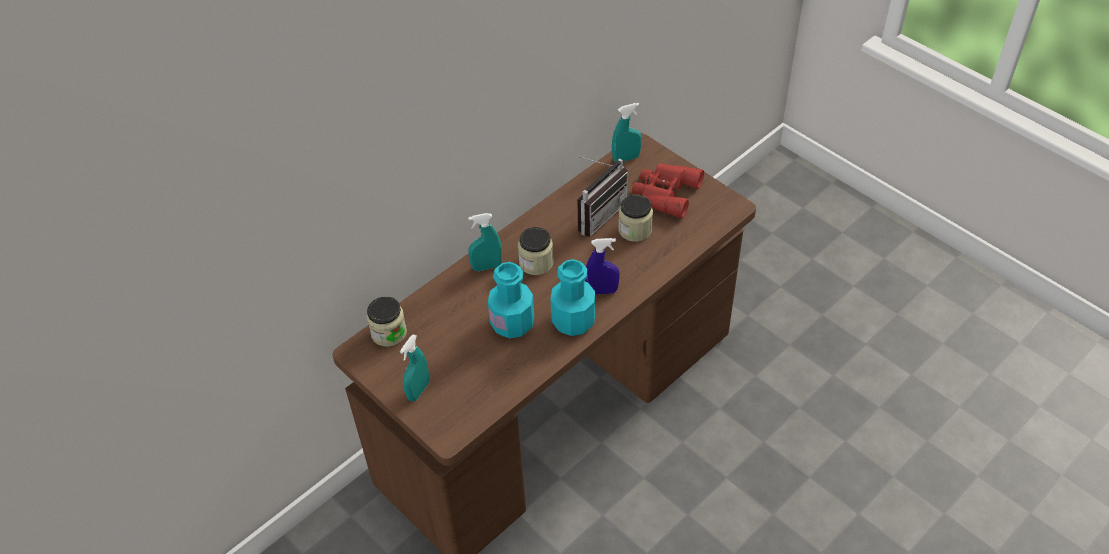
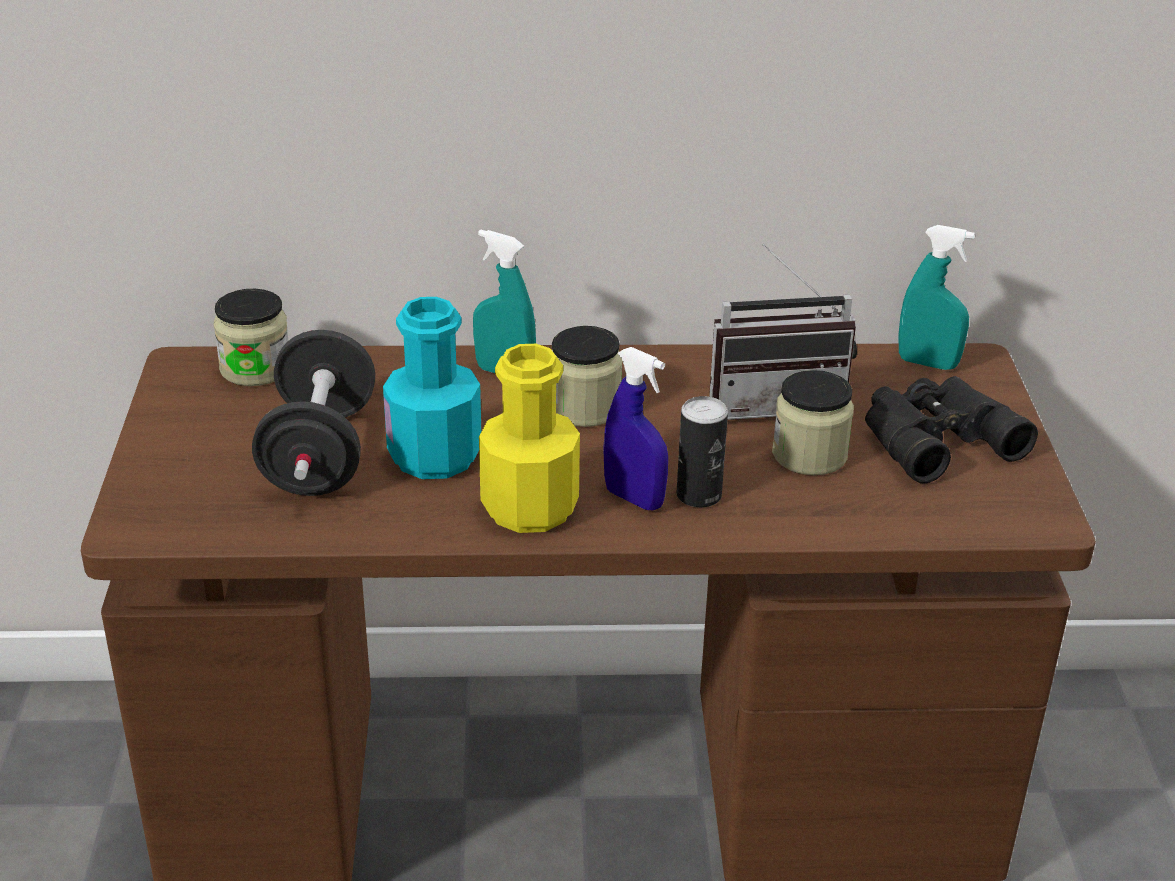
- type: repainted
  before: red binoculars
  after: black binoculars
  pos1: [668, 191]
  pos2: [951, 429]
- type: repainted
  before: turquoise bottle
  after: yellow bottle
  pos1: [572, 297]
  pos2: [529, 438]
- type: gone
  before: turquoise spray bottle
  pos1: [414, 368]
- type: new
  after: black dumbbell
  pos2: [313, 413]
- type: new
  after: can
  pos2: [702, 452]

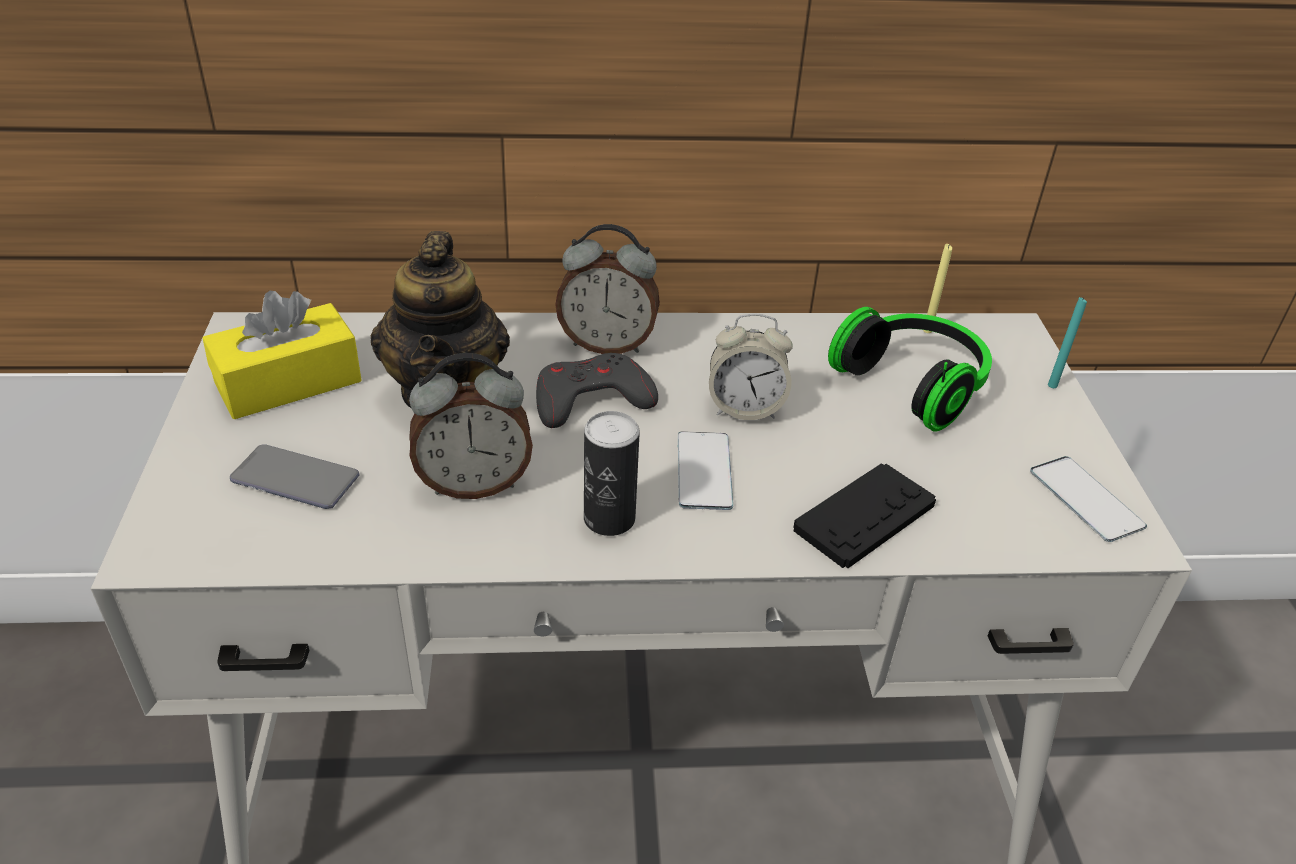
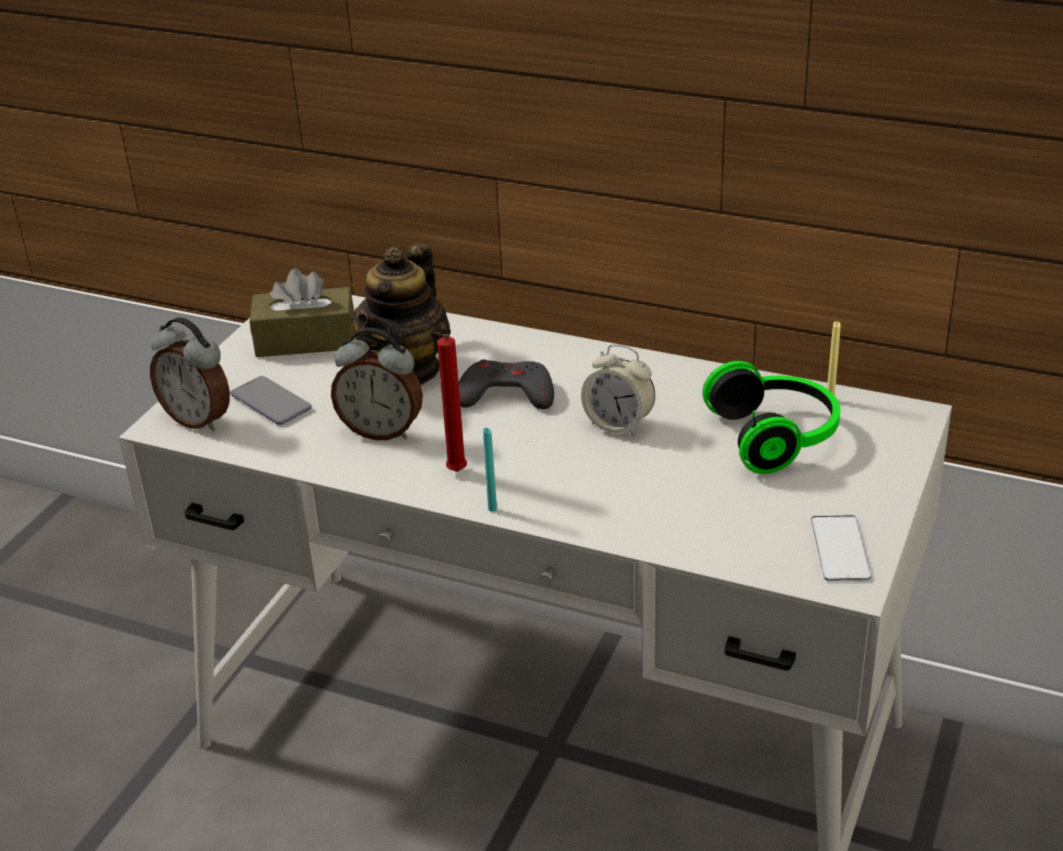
- type: shifted
  before: alarm clock
  pos1: [607, 289]
  pos2: [190, 374]
- type: repainted
  before: yellow tissue box
  after: brown tissue box
  pos1: [282, 355]
  pos2: [301, 312]
- type: shifted
  before: turquoise candle
  pos1: [1067, 342]
  pos2: [490, 470]
- type: swapped
  before: can
  after: red candle
  pos1: [612, 473]
  pos2: [452, 403]
- type: gone
  before: phone
  pos1: [705, 470]
- type: gone
  before: black game controller
  pos1: [864, 515]

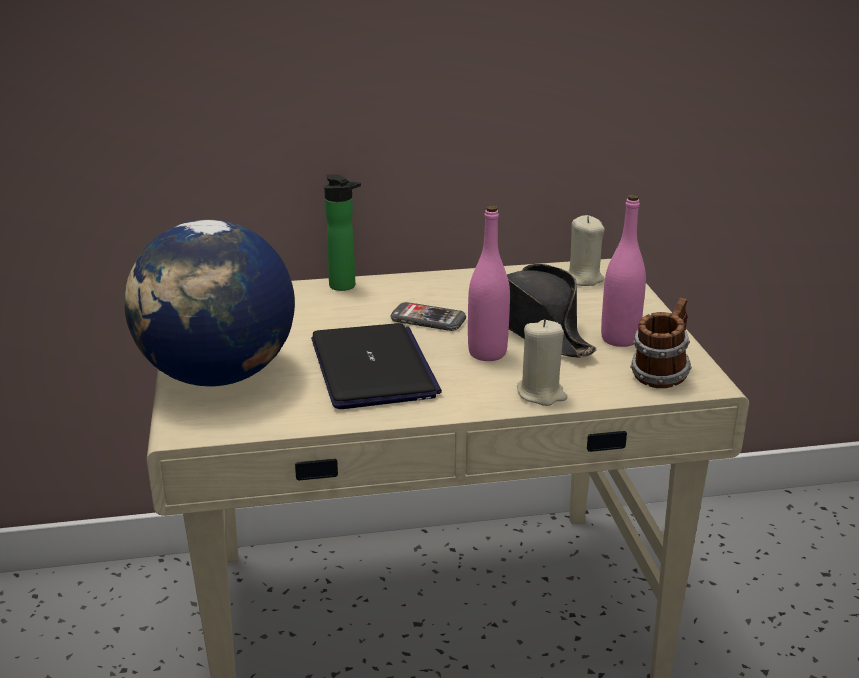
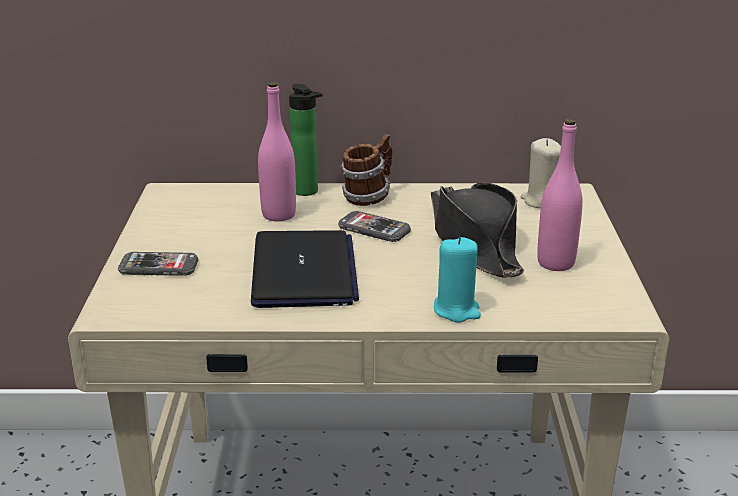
- type: shifted
  before: pink bottle
  pos1: [489, 283]
  pos2: [277, 152]
- type: swapped
  before: globe
  after: phone
  pos1: [210, 303]
  pos2: [158, 264]
- type: shifted
  before: mug
  pos1: [661, 343]
  pos2: [366, 170]
- type: repainted
  before: beige candle
  after: turquoise candle
  pos1: [542, 362]
  pos2: [457, 280]

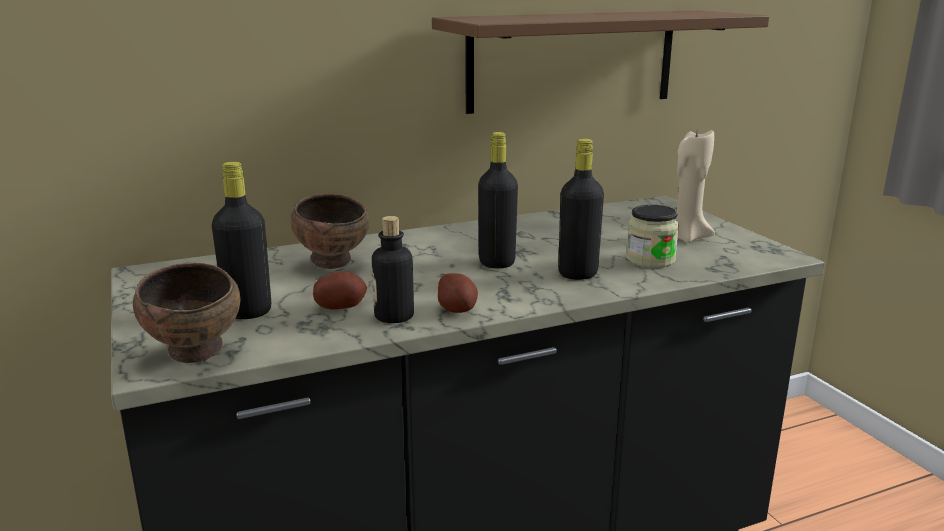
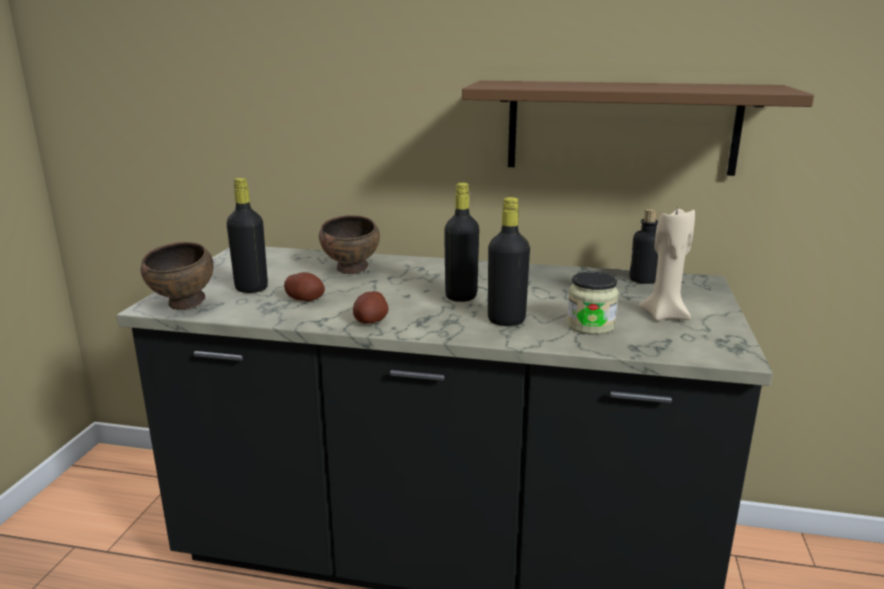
- type: shifted
  before: bottle
  pos1: [393, 269]
  pos2: [643, 246]

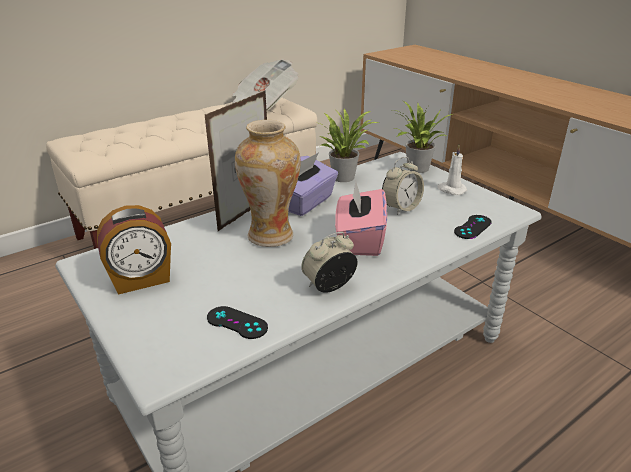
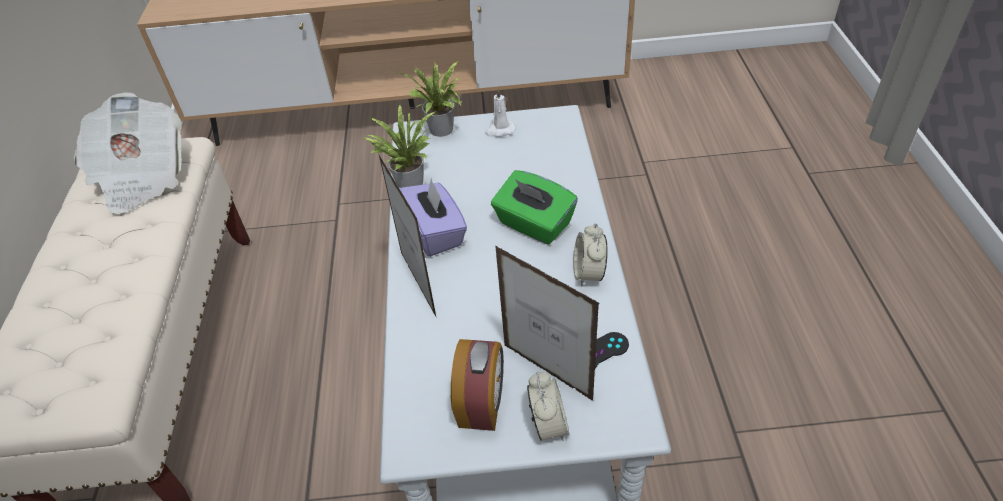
- type: gone
  before: vase
  pos1: [268, 183]
- type: shifted
  before: alarm clock
  pos1: [403, 186]
  pos2: [548, 406]
- type: repainted
  before: pink tissue box
  after: green tissue box
  pos1: [361, 218]
  pos2: [534, 207]
- type: gone
  before: black game controller
  pos1: [473, 227]
- type: new
  after: picture frame
  pos2: [547, 323]

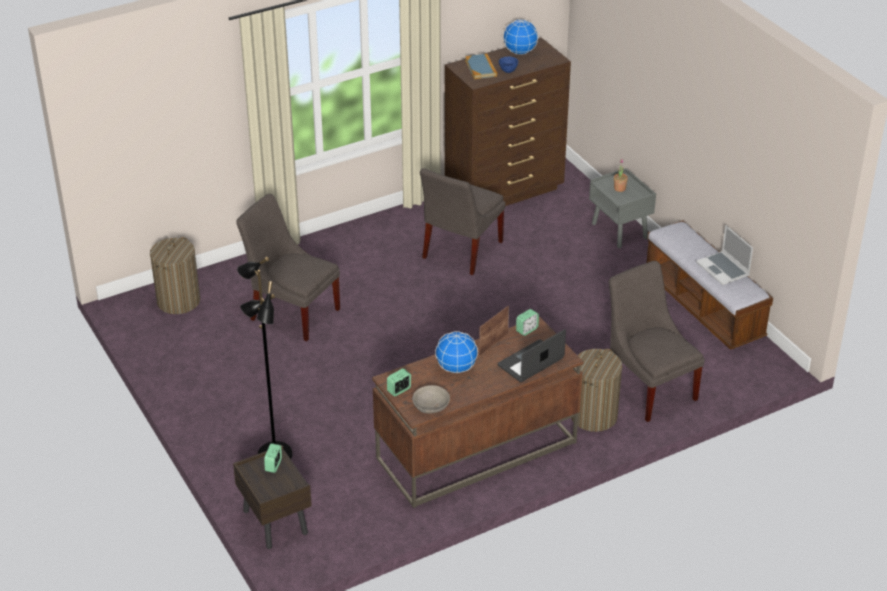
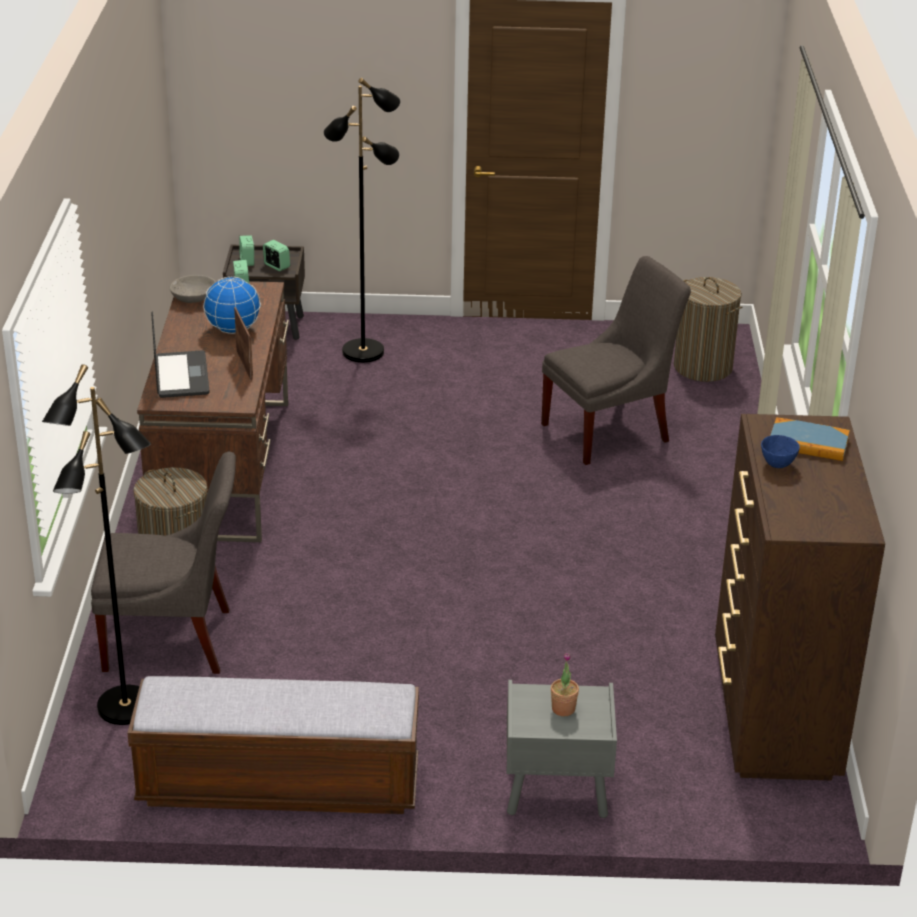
- type: gone
  before: globe
  pos1: [520, 37]
- type: gone
  before: grey chair
  pos1: [462, 221]
- type: gone
  before: laptop
  pos1: [724, 255]
- type: shifted
  before: alarm clock
  pos1: [527, 322]
  pos2: [246, 250]
- type: new
  after: black floor lamp
  pos2: [96, 544]

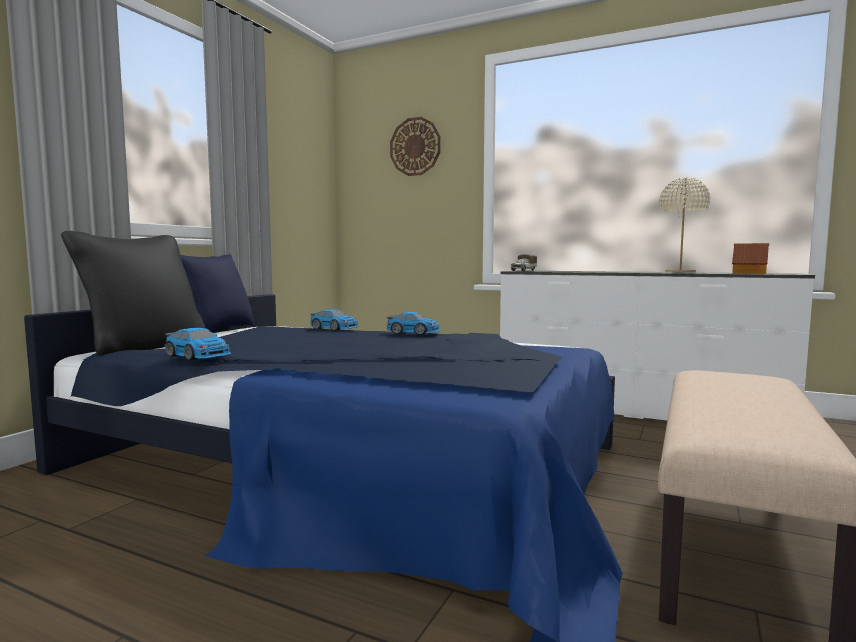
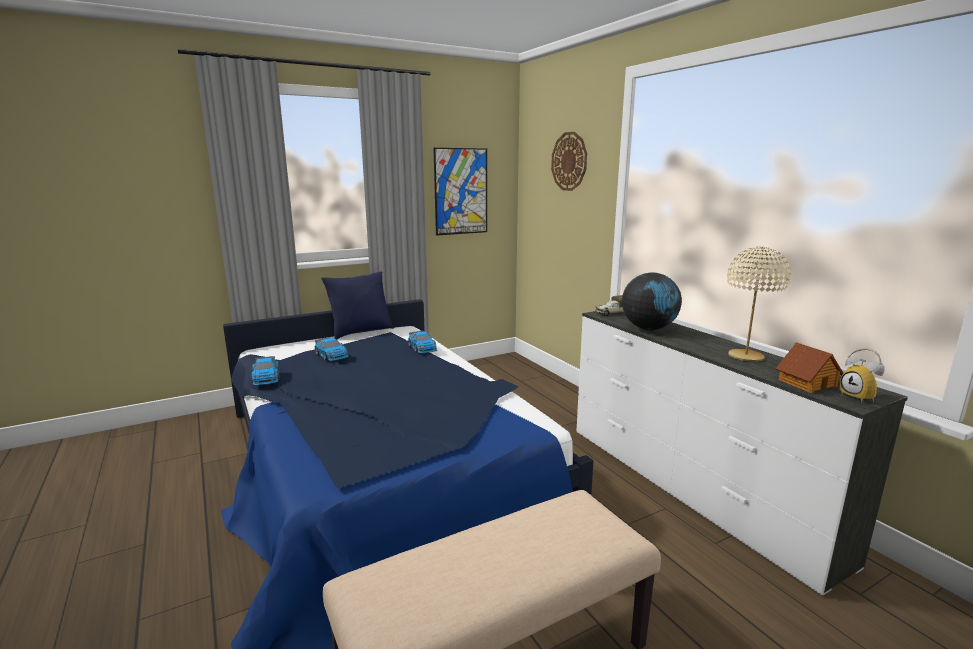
- type: gone
  before: black pillow
  pos1: [133, 293]
- type: shifted
  before: toy car
  pos1: [413, 323]
  pos2: [332, 349]
- type: new
  after: picture
  pos2: [460, 192]
- type: new
  after: globe
  pos2: [652, 302]
- type: new
  after: alarm clock
  pos2: [862, 375]

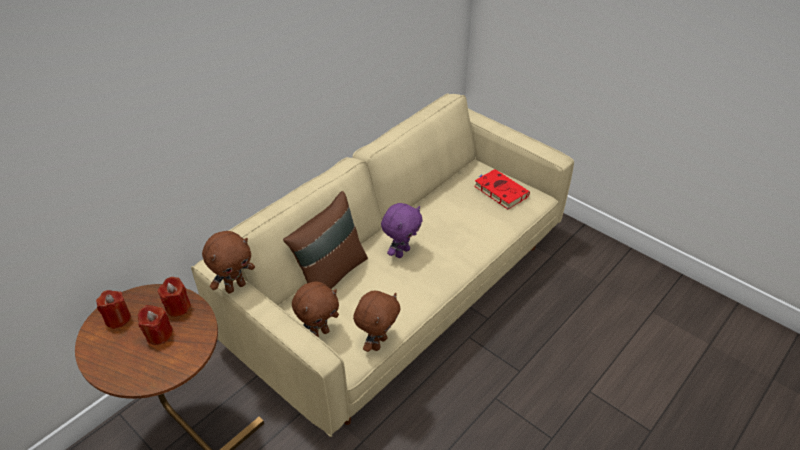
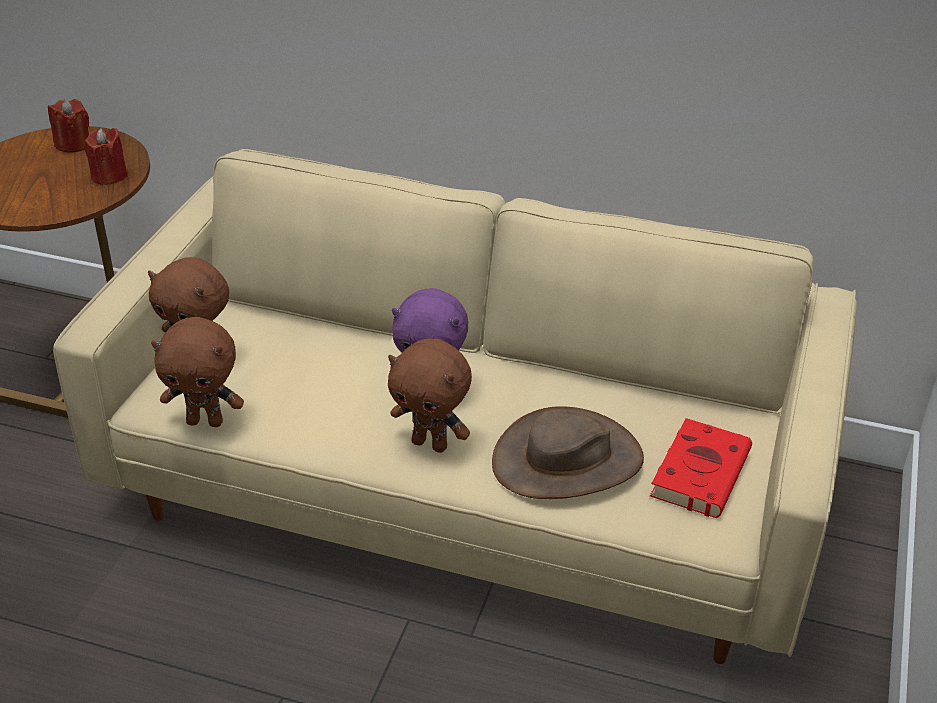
- type: gone
  before: brown pillow
  pos1: [325, 240]
- type: shifted
  before: brown plush toy
  pos1: [228, 262]
  pos2: [430, 395]
- type: gone
  before: red candle
  pos1: [155, 325]
- type: new
  after: brown hat
  pos2: [568, 452]

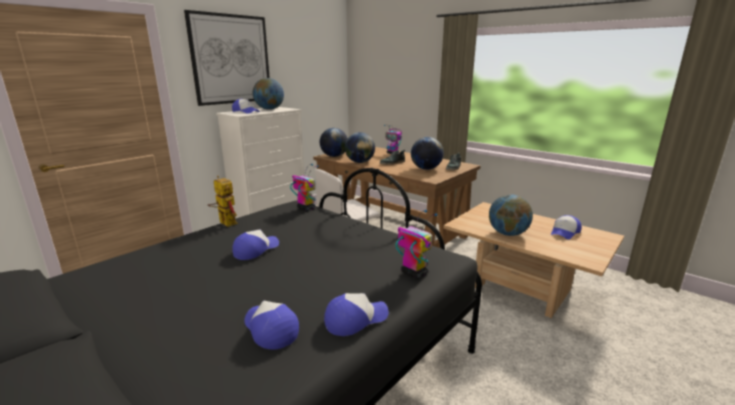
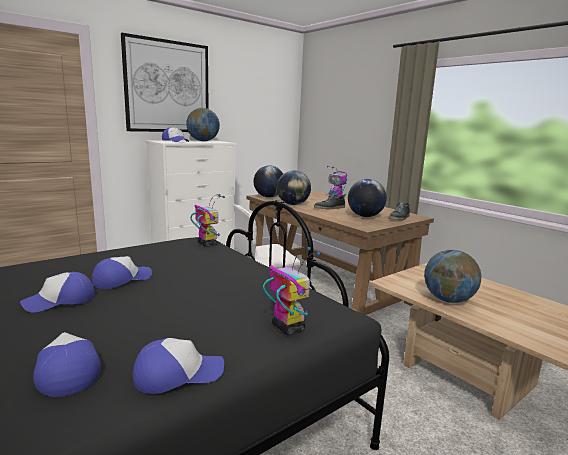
- type: gone
  before: toy robot
  pos1: [223, 201]
- type: shifted
  before: cap
  pos1: [566, 227]
  pos2: [57, 292]

